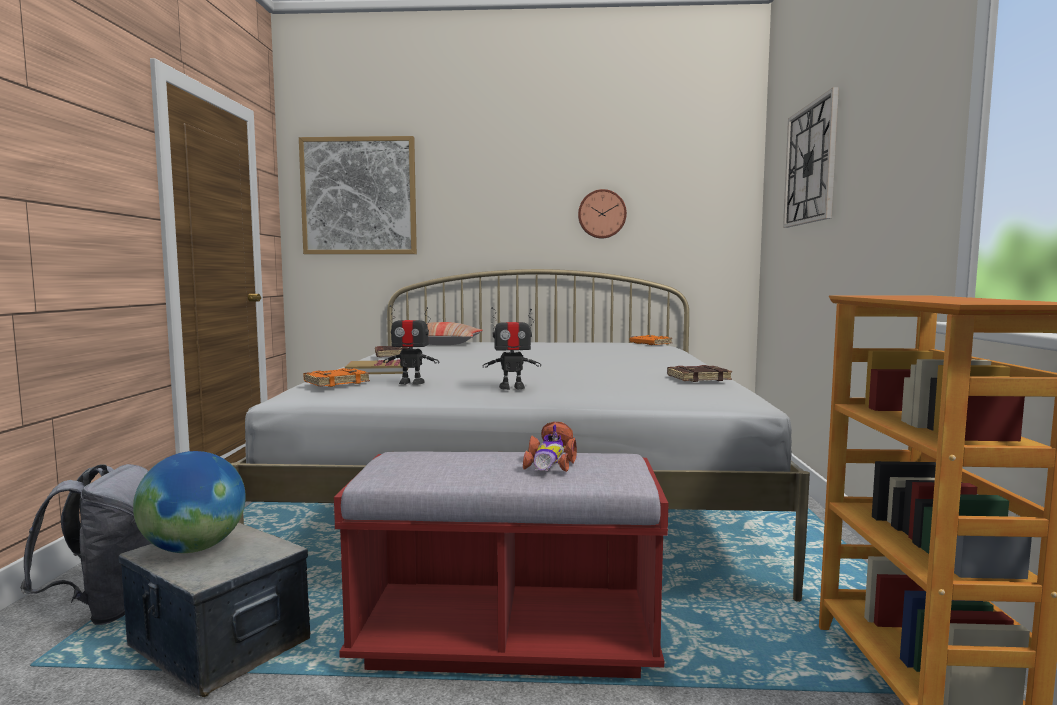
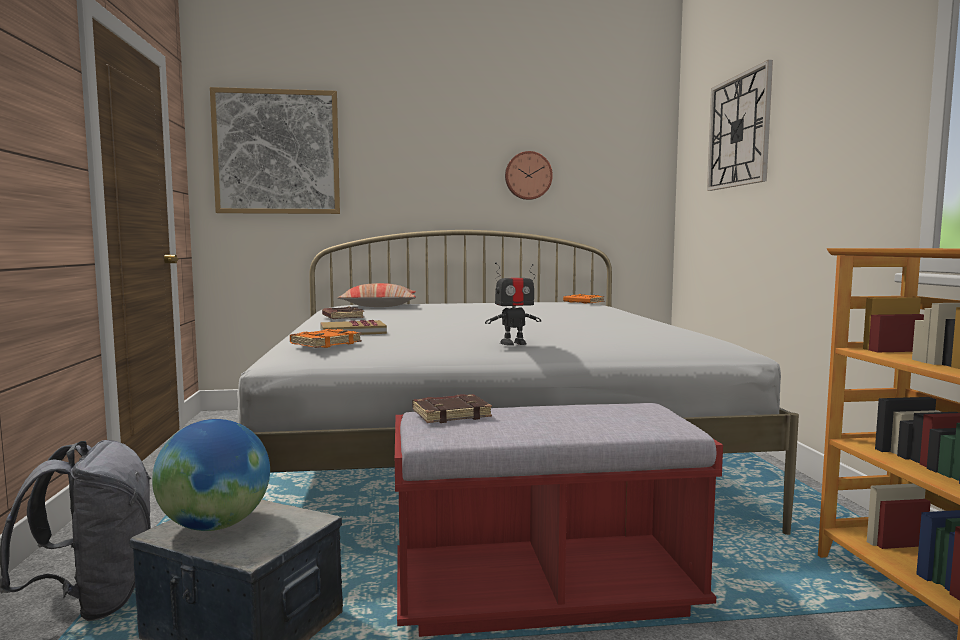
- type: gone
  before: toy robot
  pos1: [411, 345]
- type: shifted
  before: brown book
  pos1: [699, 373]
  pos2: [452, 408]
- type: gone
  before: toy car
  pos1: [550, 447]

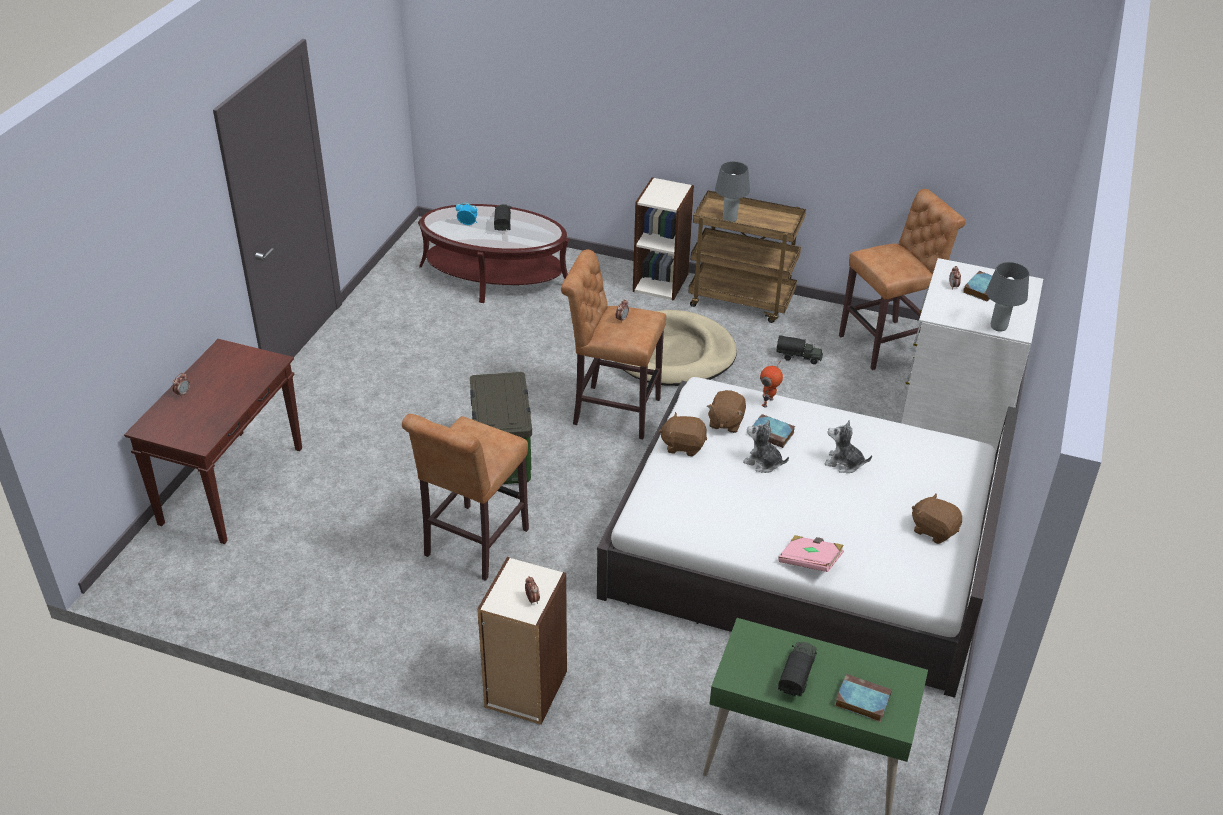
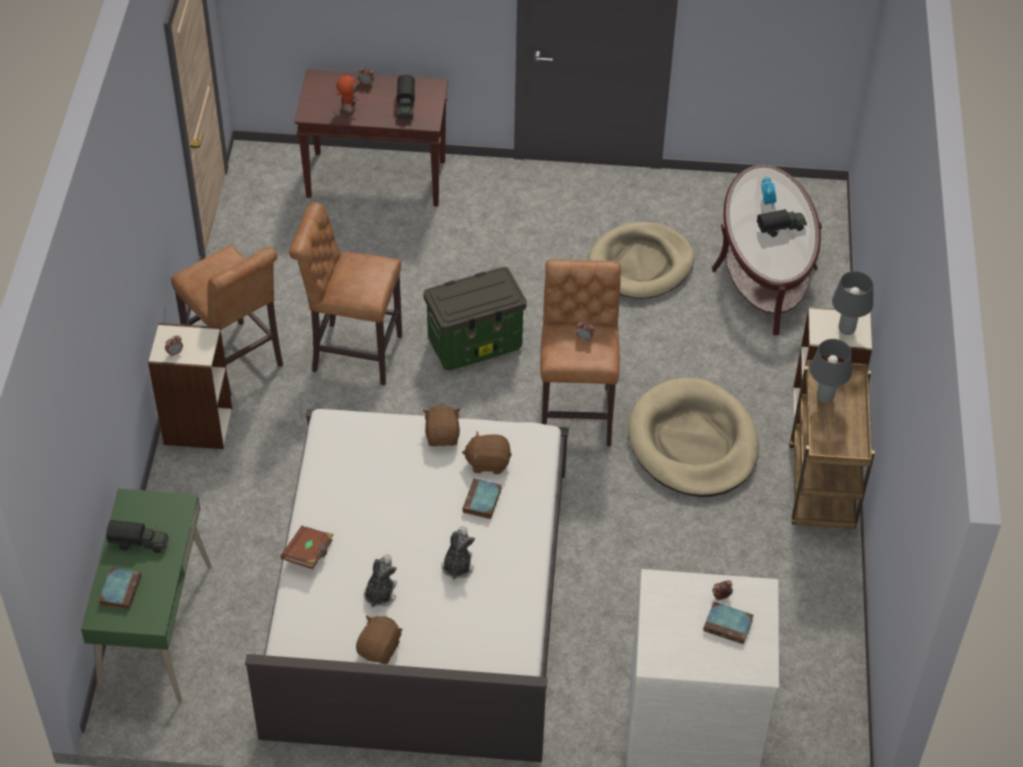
- type: shifted
  before: brown stool
  pos1: [902, 279]
  pos2: [227, 320]
- type: shifted
  before: grey table lamp
  pos1: [1007, 297]
  pos2: [852, 303]
- type: shifted
  before: toy truck
  pos1: [799, 349]
  pos2: [405, 97]
- type: shifted
  before: toy robot
  pos1: [771, 384]
  pos2: [348, 94]
- type: shifted
  before: plush toy
  pos1: [766, 446]
  pos2: [380, 581]
- type: repainted
  before: pink book
  after: brown book
  pos1: [811, 553]
  pos2: [307, 547]
- type: new
  after: beige dog bed
  pos2: [641, 260]

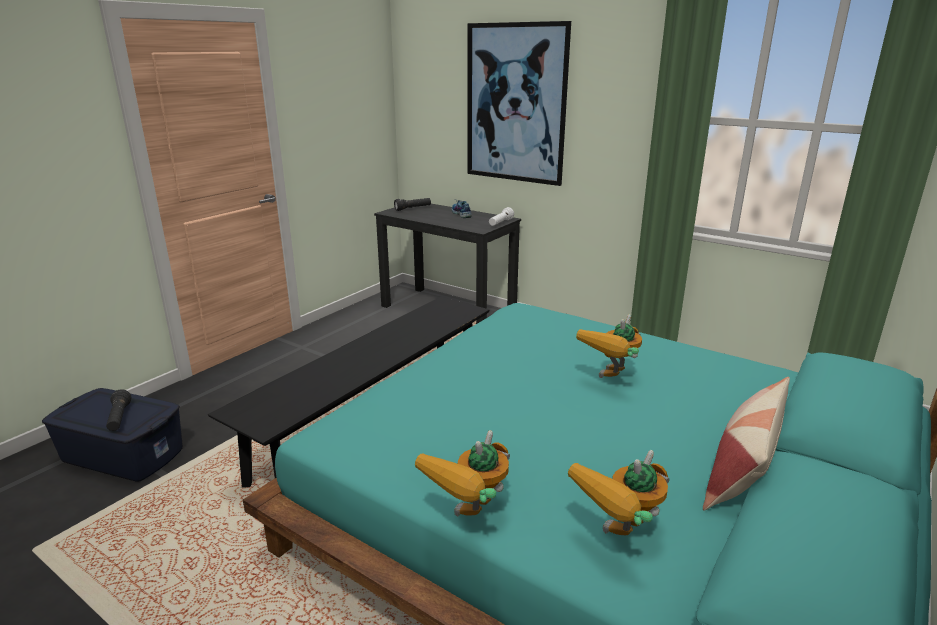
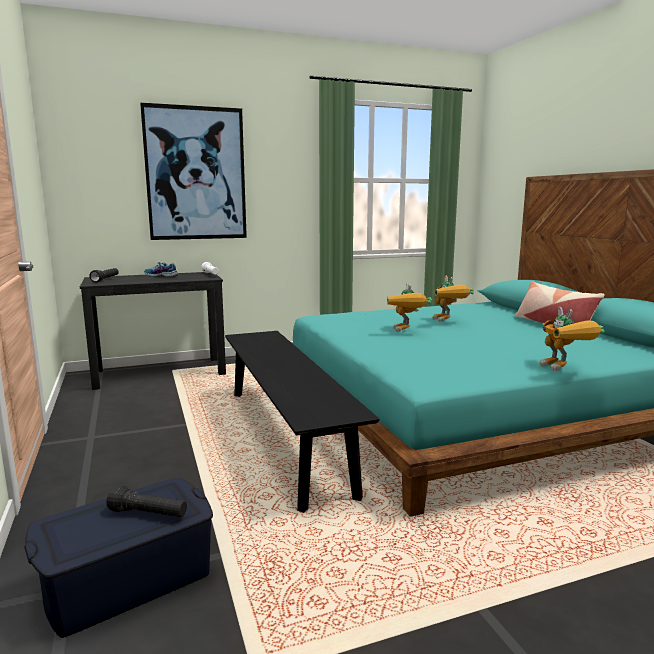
- type: shifted
  before: toy robot
  pos1: [618, 492]
  pos2: [409, 307]

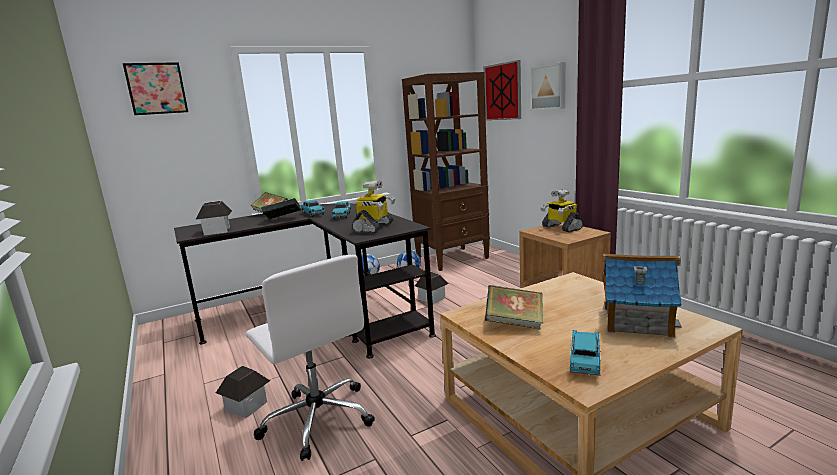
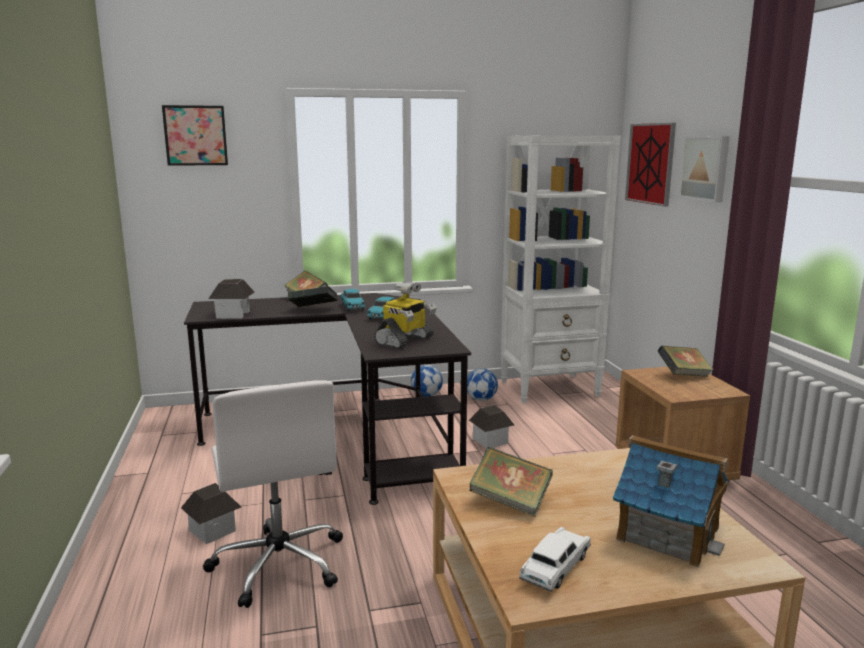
- type: repainted
  before: brown bookcase
  after: white bookcase
  pos1: [446, 171]
  pos2: [561, 269]
- type: swapped
  before: toy robot
  after: book
  pos1: [561, 210]
  pos2: [685, 361]
- type: repainted
  before: turquoise toy car
  after: white toy car
  pos1: [585, 353]
  pos2: [555, 559]

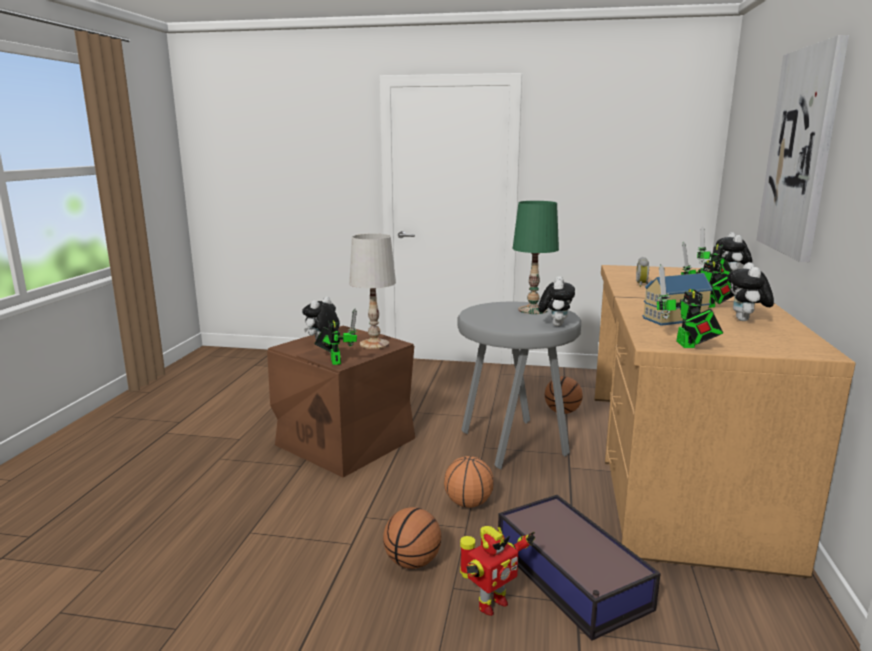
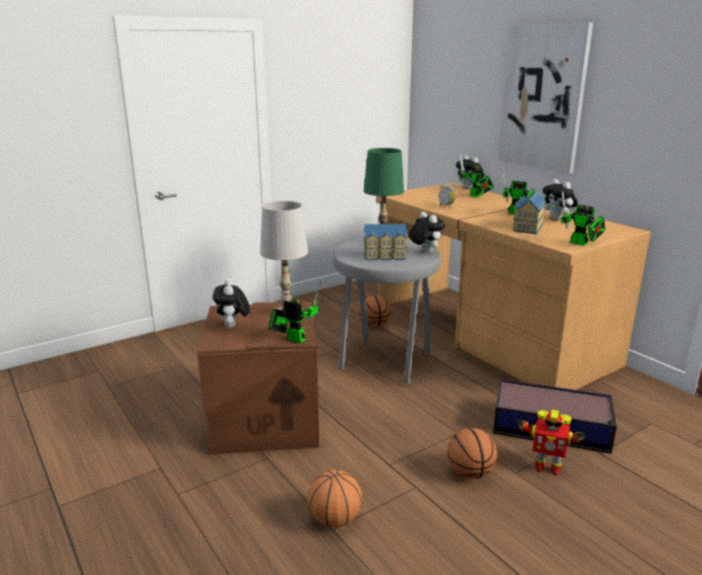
- type: shifted
  before: basketball
  pos1: [469, 482]
  pos2: [334, 498]
- type: rotated
  before: toy robot
  pos1: [497, 571]
  pos2: [551, 443]
  turn: 105
- type: new
  after: toy house
  pos2: [385, 242]

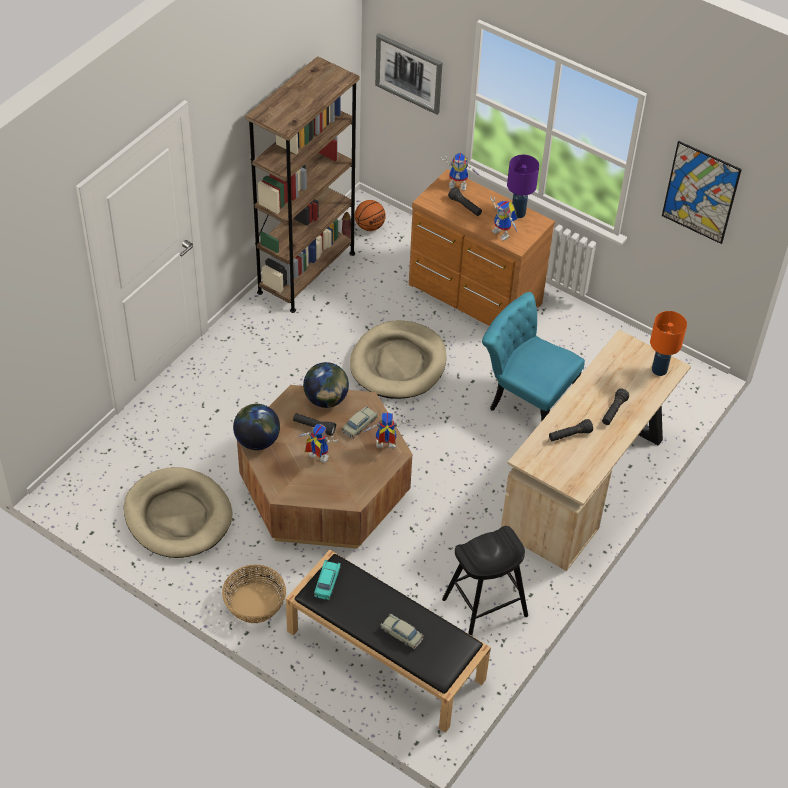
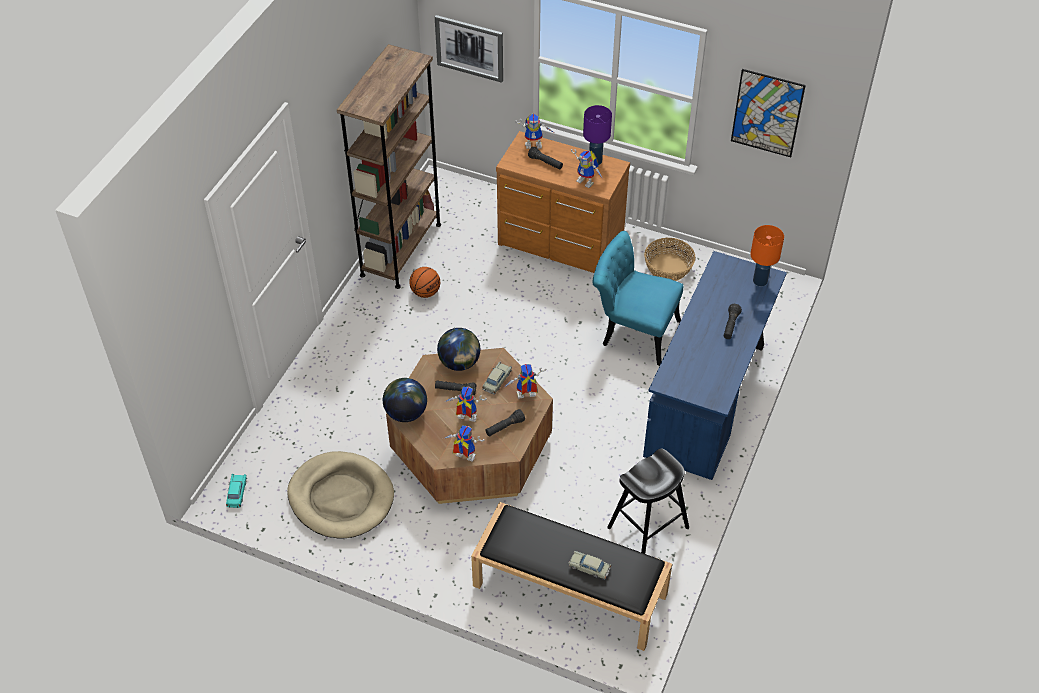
- type: shifted
  before: basketball
  pos1: [370, 215]
  pos2: [424, 282]
- type: gone
  before: beige dog bed
  pos1: [398, 359]
- type: repainted
  before: beige desk
  after: blue desk
  pos1: [596, 450]
  pos2: [715, 365]
- type: shifted
  before: black flashlight
  pos1: [571, 430]
  pos2: [505, 423]
- type: shifted
  before: turquoise toy car
  pos1: [327, 580]
  pos2: [236, 491]
- type: shifted
  before: basket
  pos1: [254, 594]
  pos2: [670, 259]
- type: new
  after: toy robot
  pos2: [464, 443]

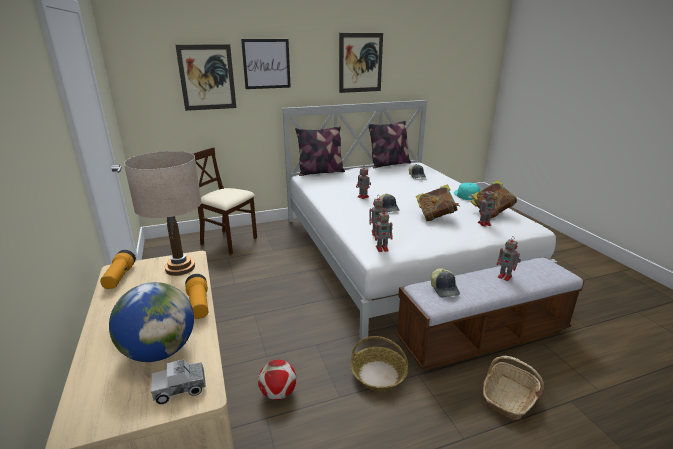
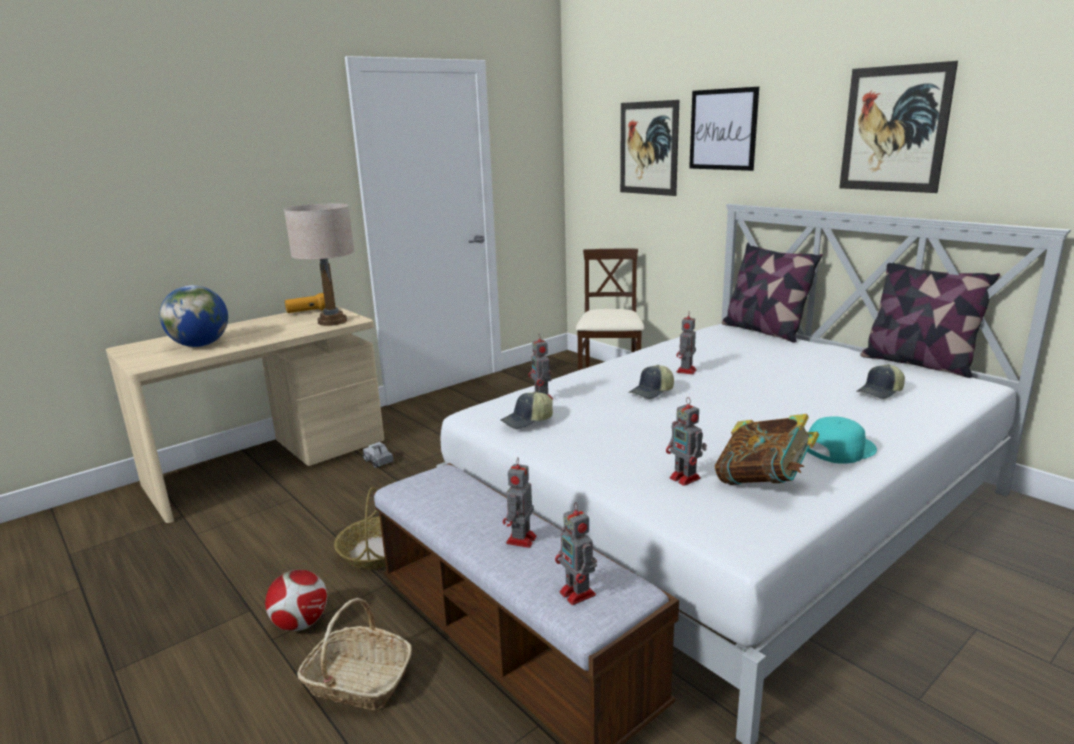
- type: gone
  before: book
  pos1: [438, 202]
- type: shifted
  before: toy robot
  pos1: [383, 231]
  pos2: [576, 553]
- type: shifted
  before: cap
  pos1: [445, 282]
  pos2: [526, 410]
- type: gone
  before: flashlight
  pos1: [196, 296]
- type: shifted
  before: toy truck
  pos1: [178, 382]
  pos2: [378, 455]
- type: shifted
  before: football
  pos1: [277, 380]
  pos2: [296, 600]

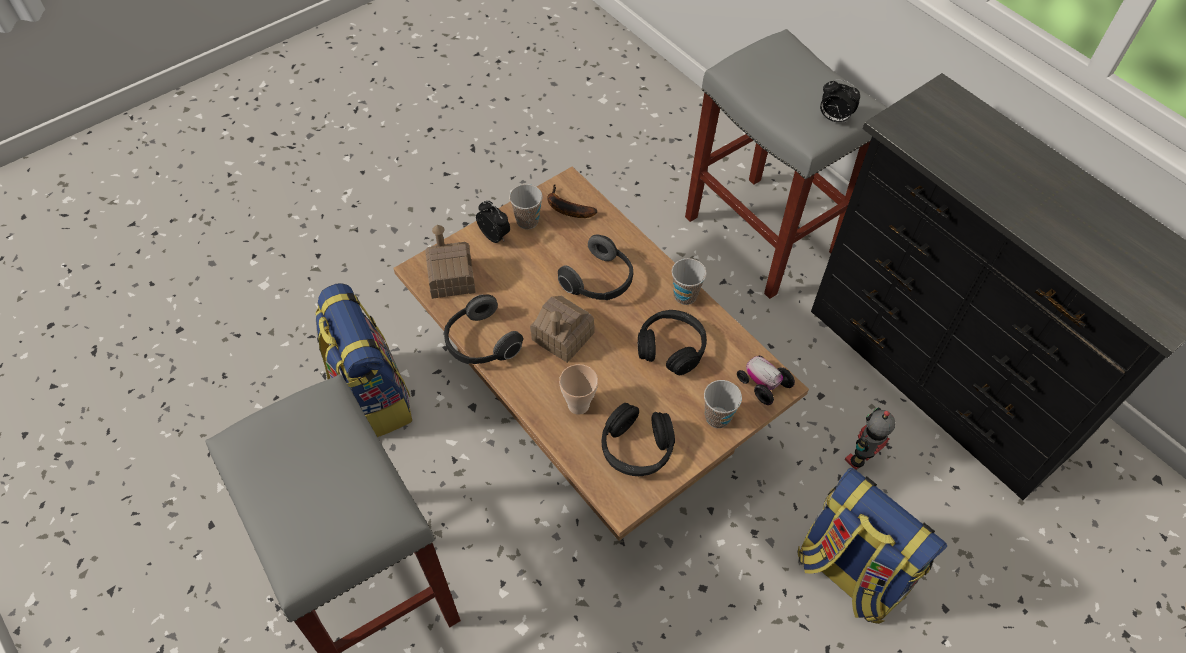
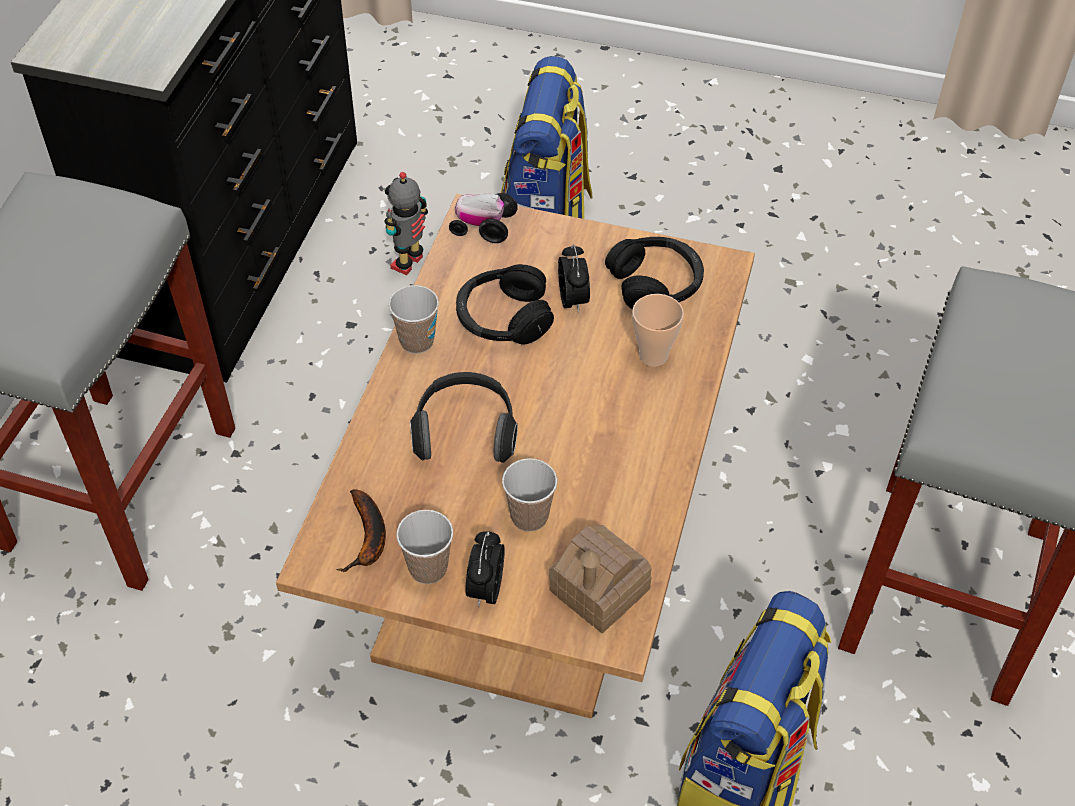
- type: shifted
  before: alarm clock
  pos1: [840, 101]
  pos2: [574, 278]
- type: gone
  before: headphones
  pos1: [483, 329]
- type: gone
  before: toy house
  pos1: [562, 329]
- type: rotated
  before: toy car
  pos1: [766, 380]
  pos2: [483, 218]
  turn: 90
- type: shifted
  before: cup
  pos1: [723, 404]
  pos2: [529, 495]
- type: rotated
  before: toy robot
  pos1: [869, 439]
  pos2: [406, 223]
  turn: 105

